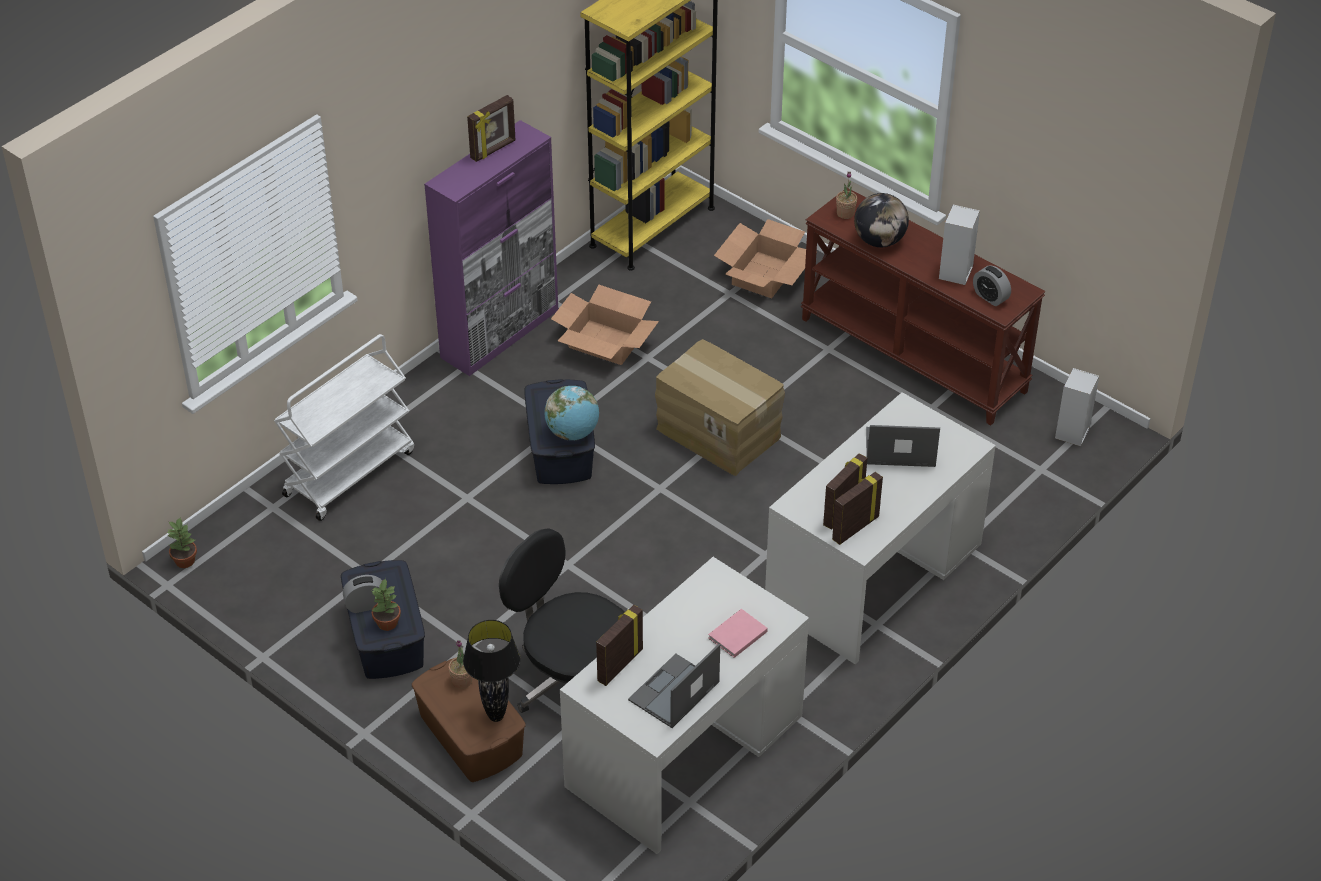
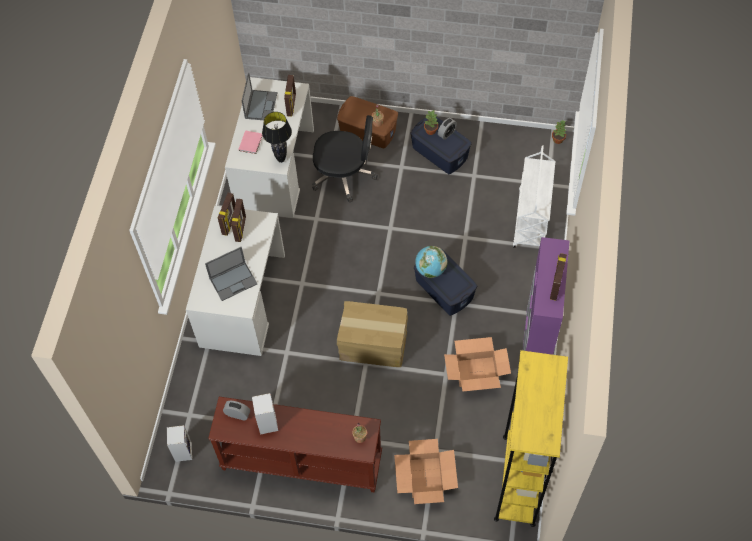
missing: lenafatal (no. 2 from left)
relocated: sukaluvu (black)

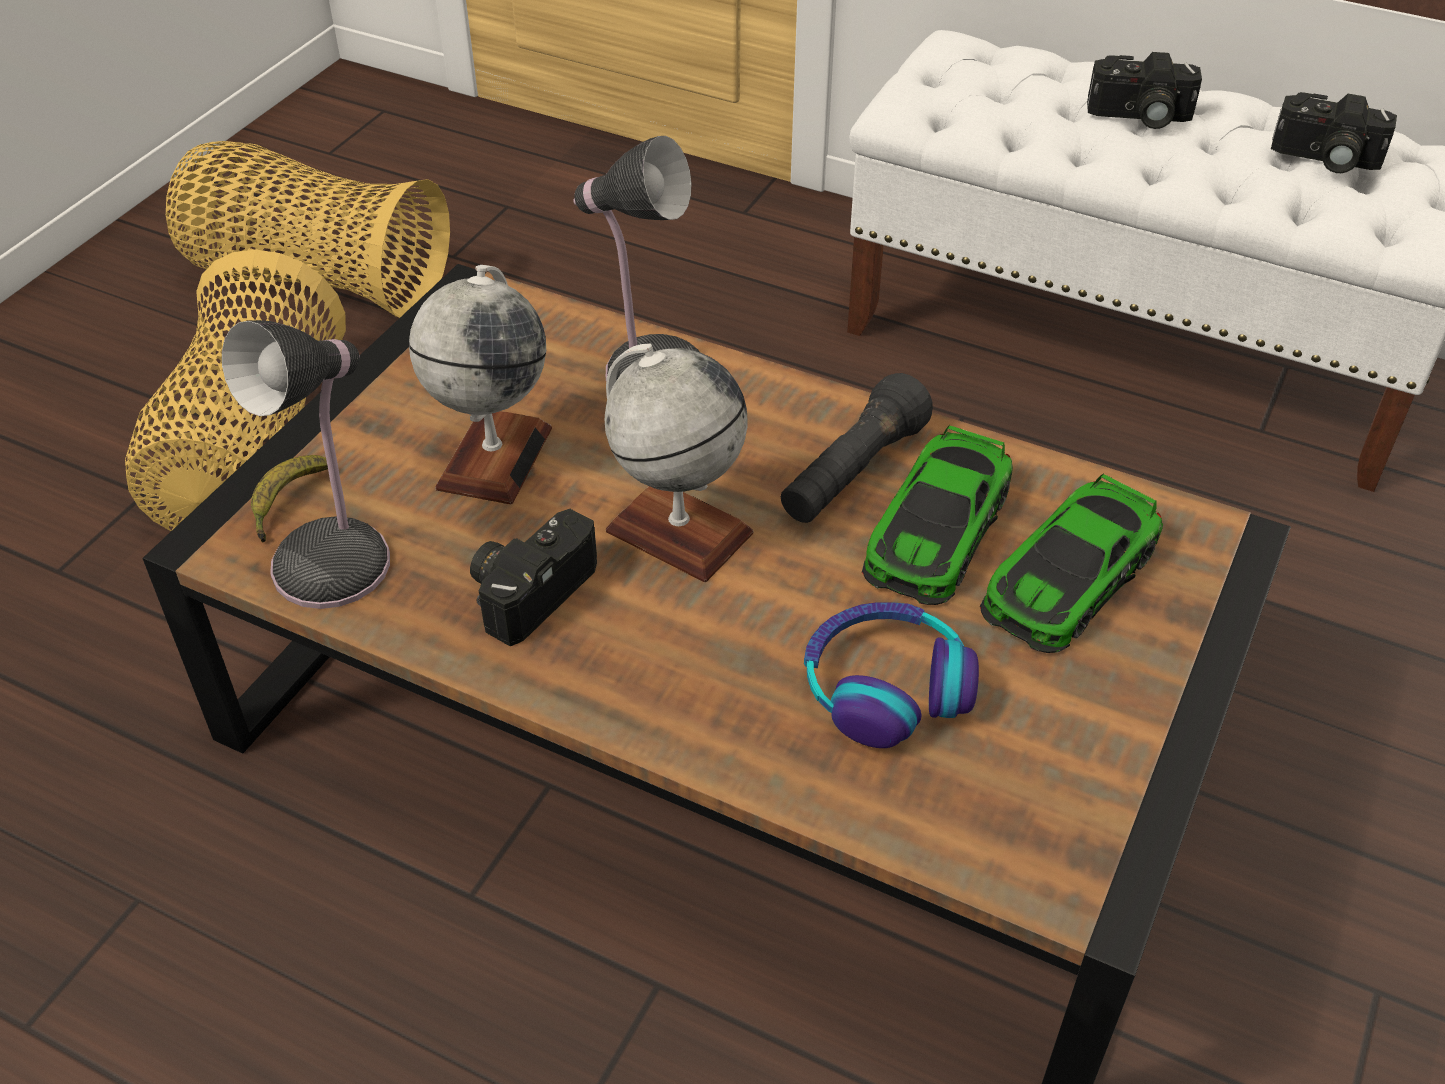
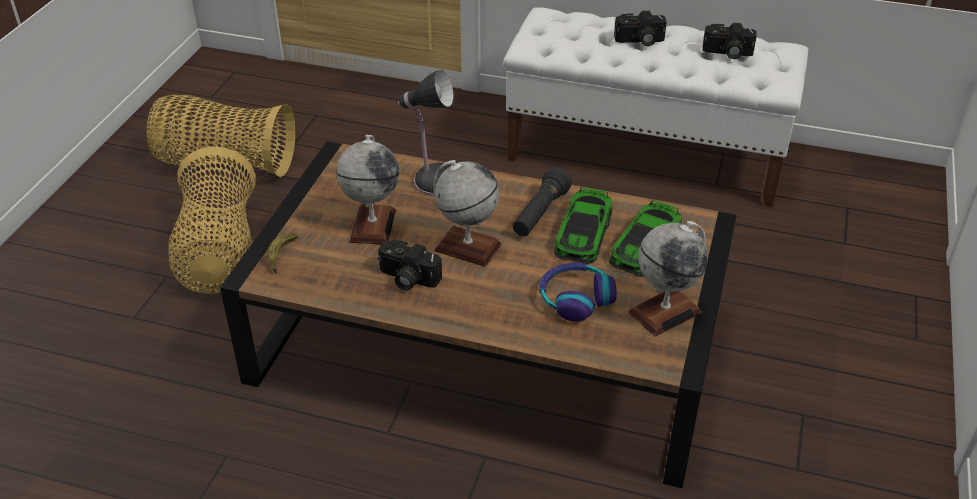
missing: sukaluvu (no. 1 from left)
appeared: lenafatal (no. 3 from left)
spun: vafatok (no. 1 from left) 90 degrees counterclockwise

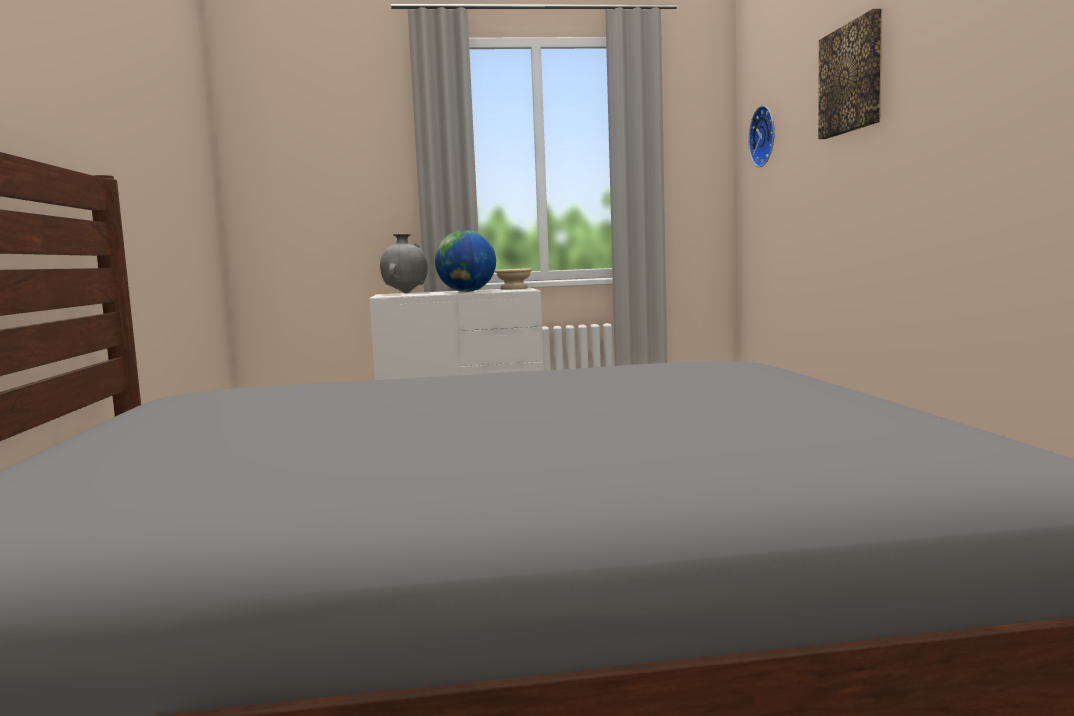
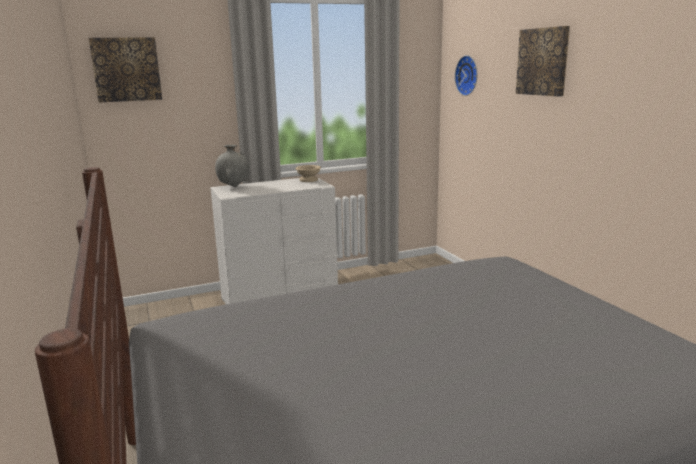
missing: lenafatal
appeared: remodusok (no. 1 from left)

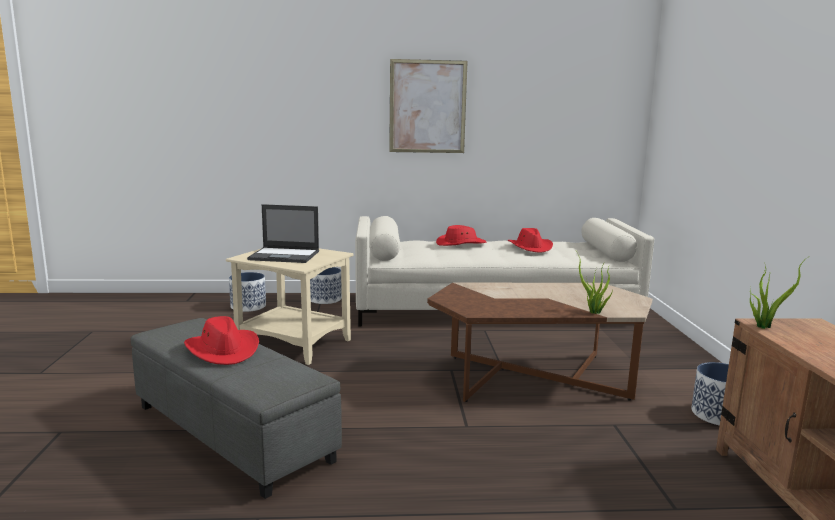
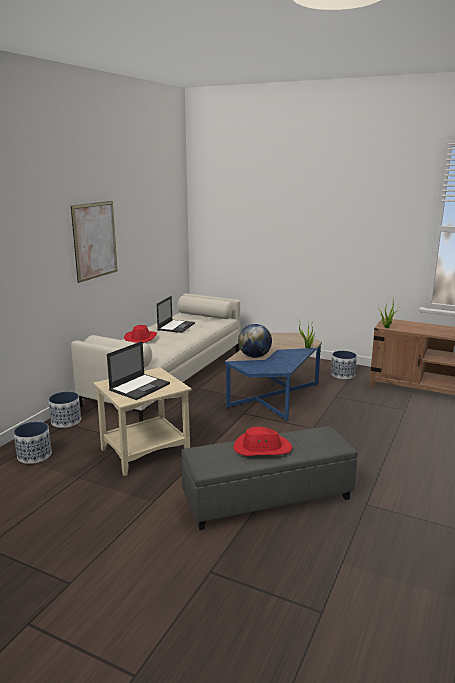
appeared: lenafatal
exchanged: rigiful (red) (no. 3 from left) to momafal (no. 2 from left)
colour: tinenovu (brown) to tinenovu (blue)

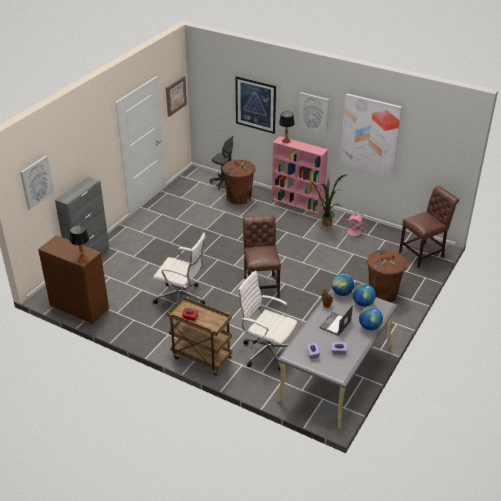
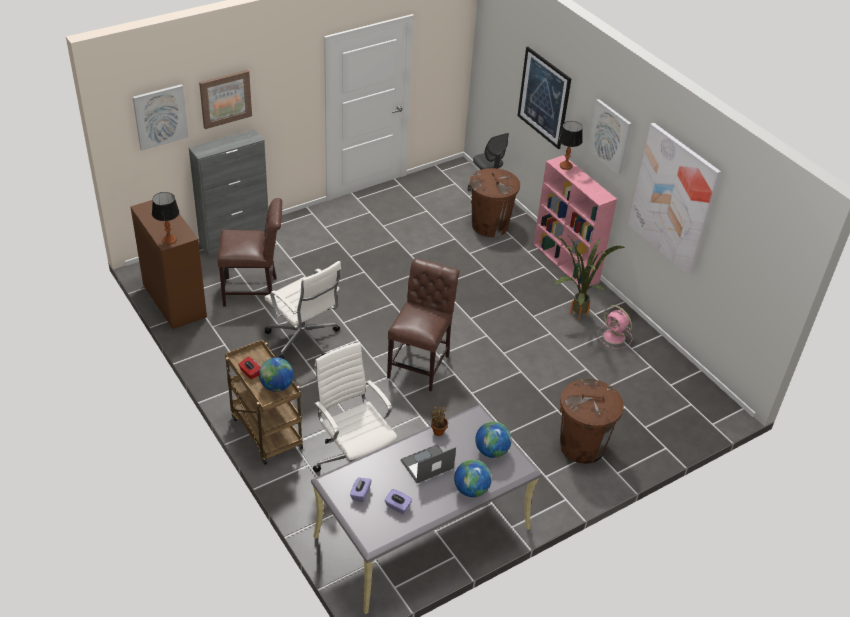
relocated: remodusok (no. 2 from left); lenafatal (no. 1 from left); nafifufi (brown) (no. 2 from left in the first image) to nafifufi (brown) (no. 1 from left)

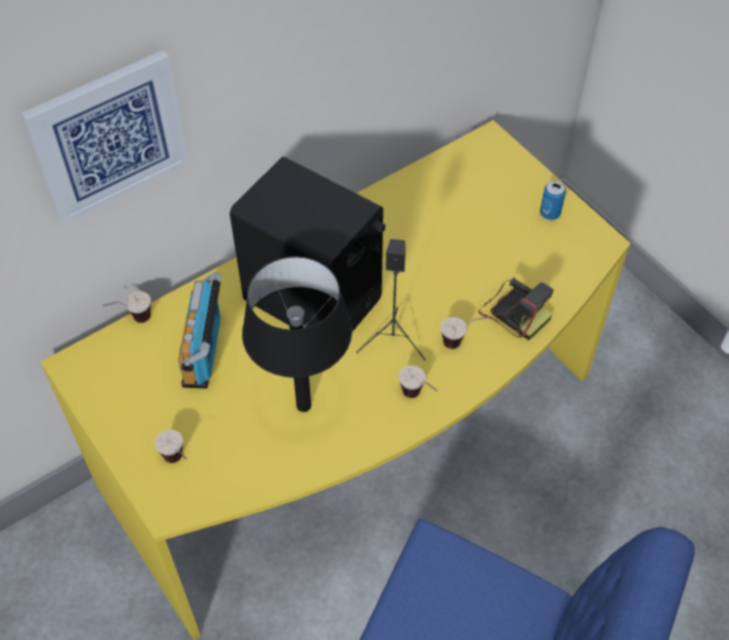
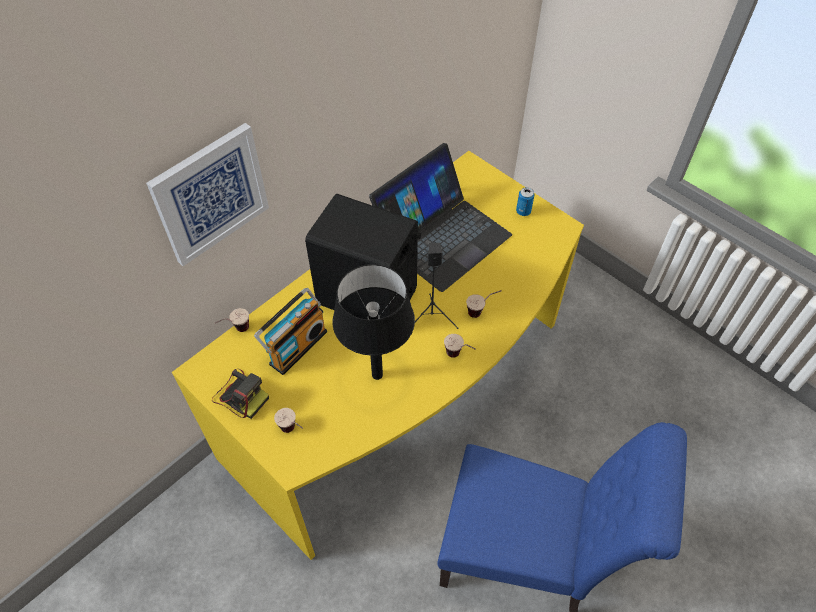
appeared: momafal
relocated: vafatok
spun: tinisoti 135 degrees counterclockwise

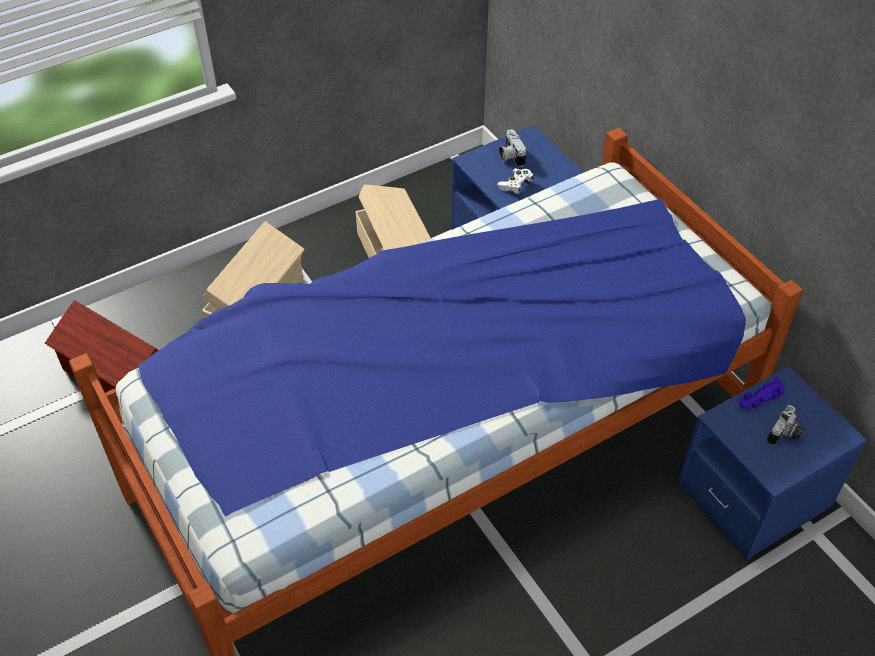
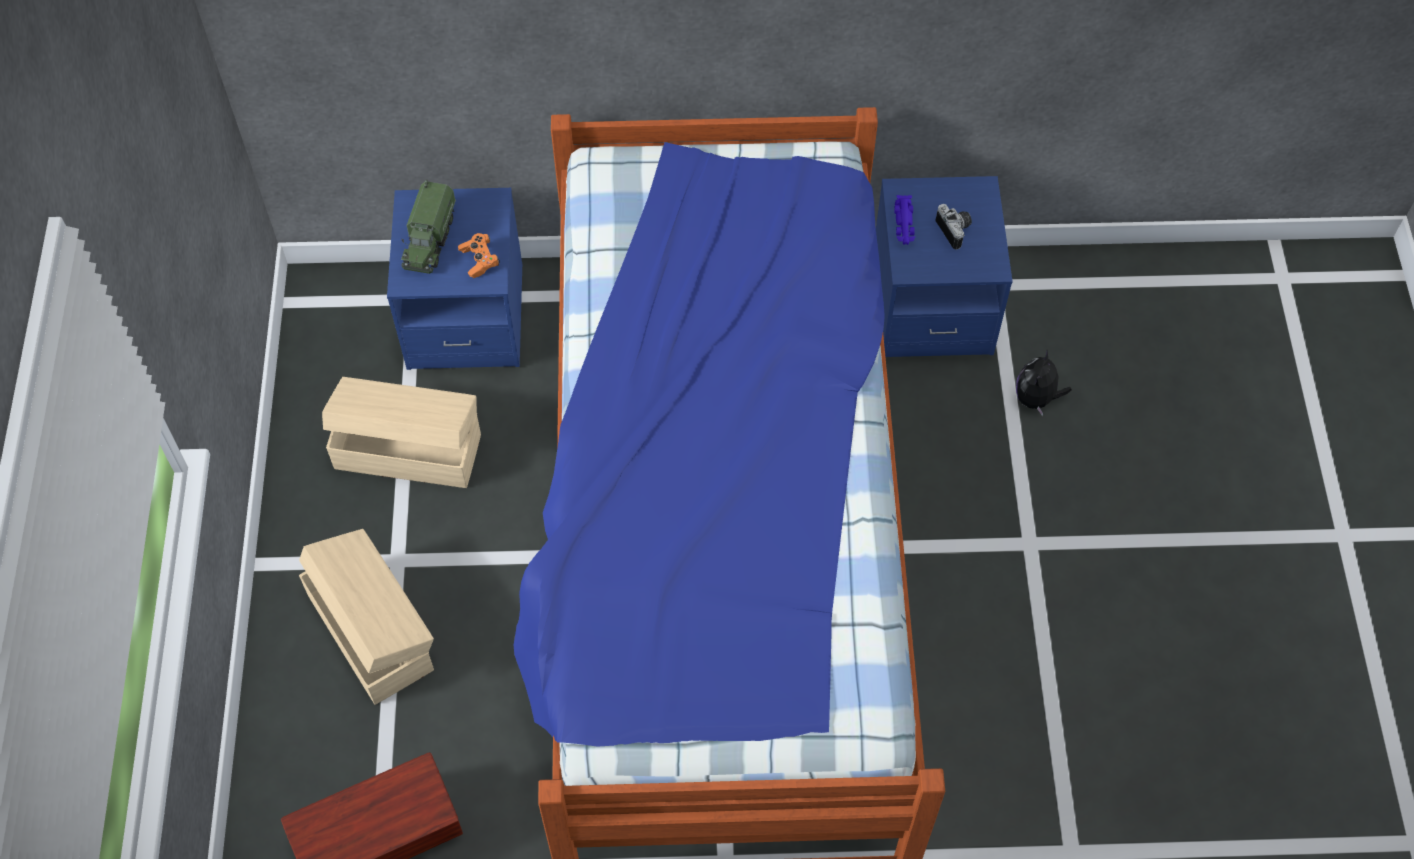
appeared: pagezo
exchanged: vafatok (no. 1 from left) to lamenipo
colour: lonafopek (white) to lonafopek (orange)

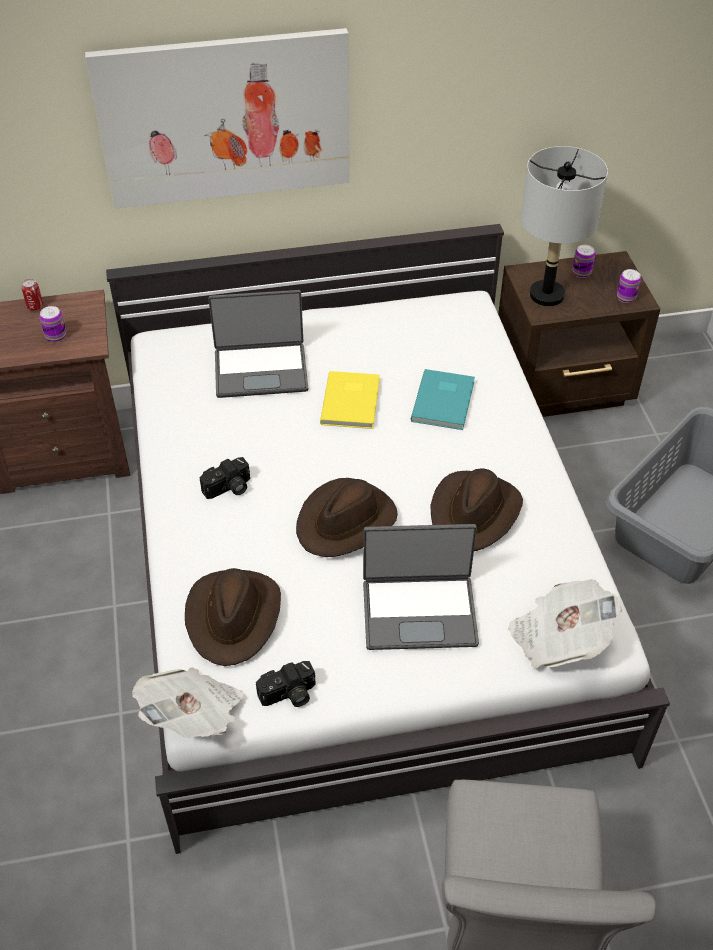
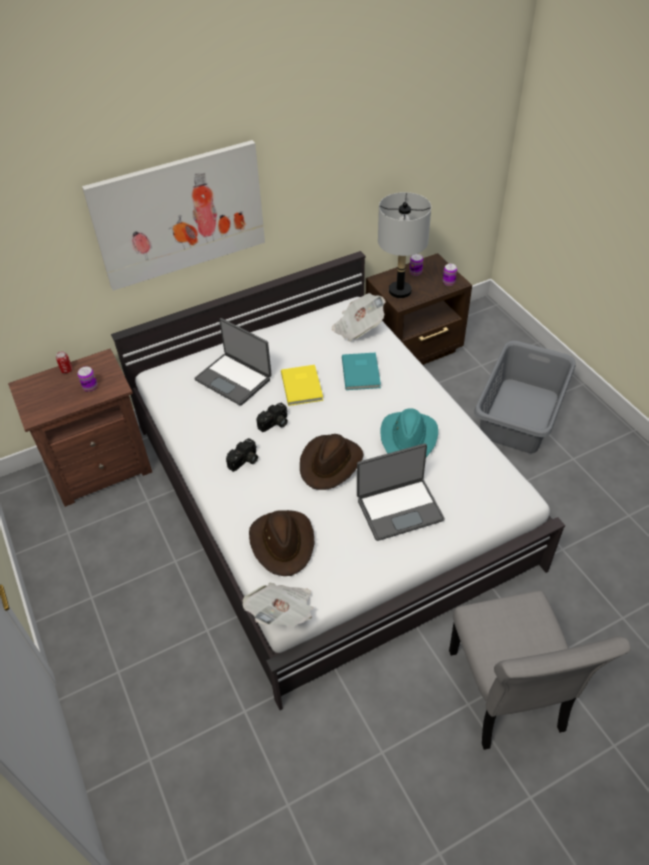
relocated: vafatok (no. 2 from left); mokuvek (no. 2 from left)
colour: rigiful (brown) (no. 3 from left) to rigiful (turquoise)
spun: momafal (no. 1 from left) 60 degrees clockwise

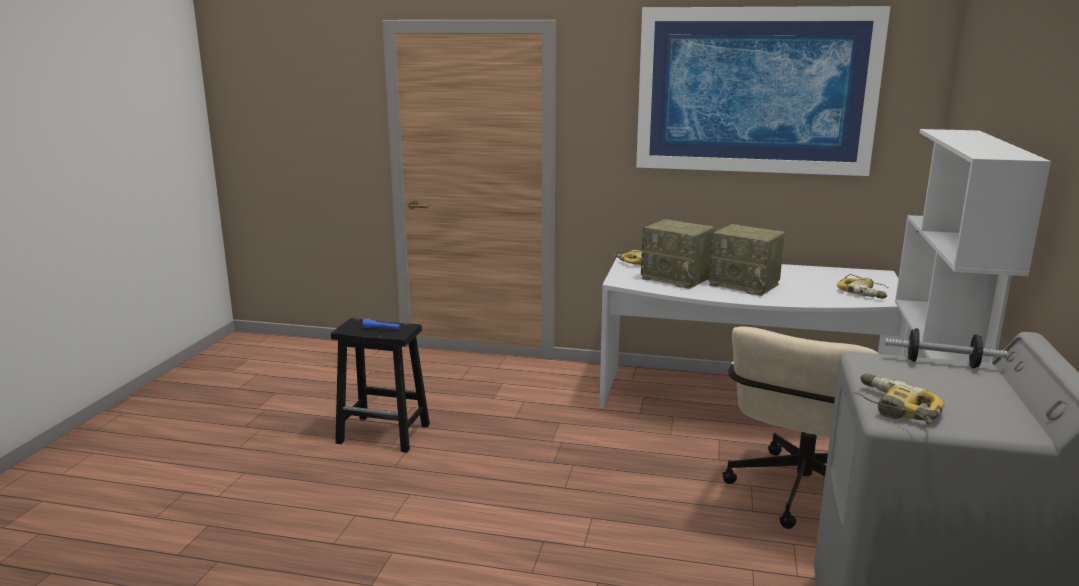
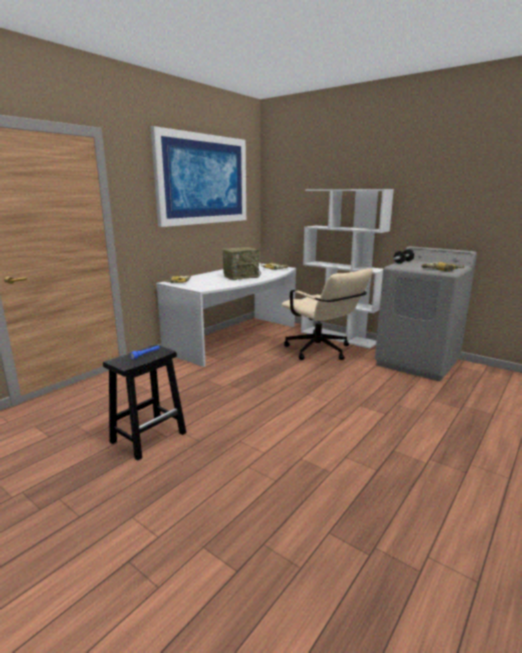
missing: tinisoti (no. 1 from left)

